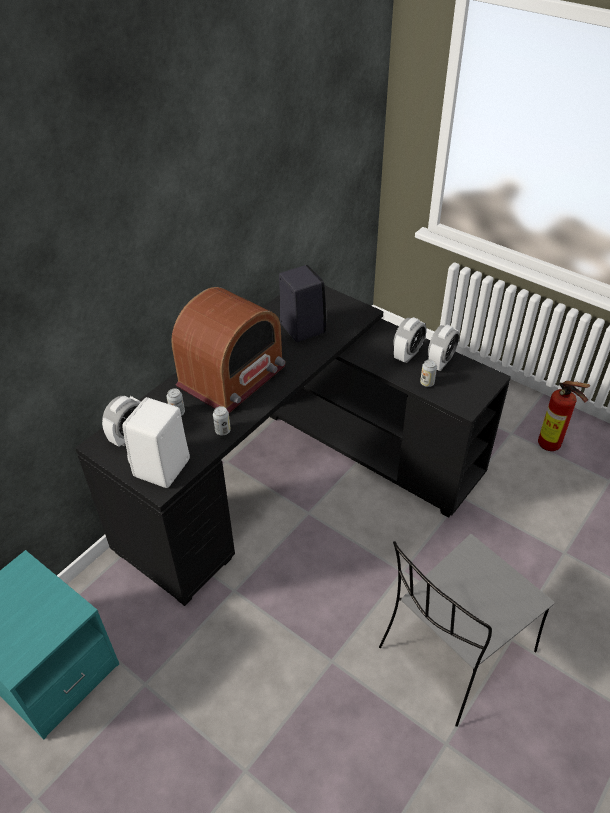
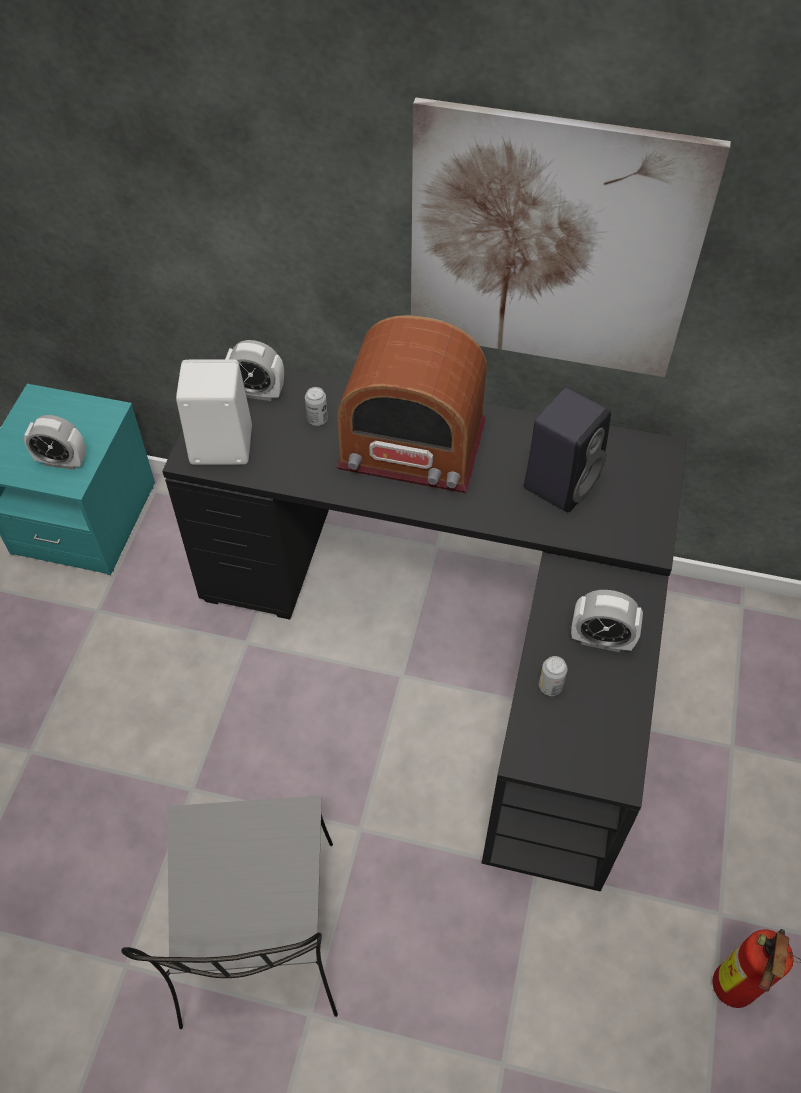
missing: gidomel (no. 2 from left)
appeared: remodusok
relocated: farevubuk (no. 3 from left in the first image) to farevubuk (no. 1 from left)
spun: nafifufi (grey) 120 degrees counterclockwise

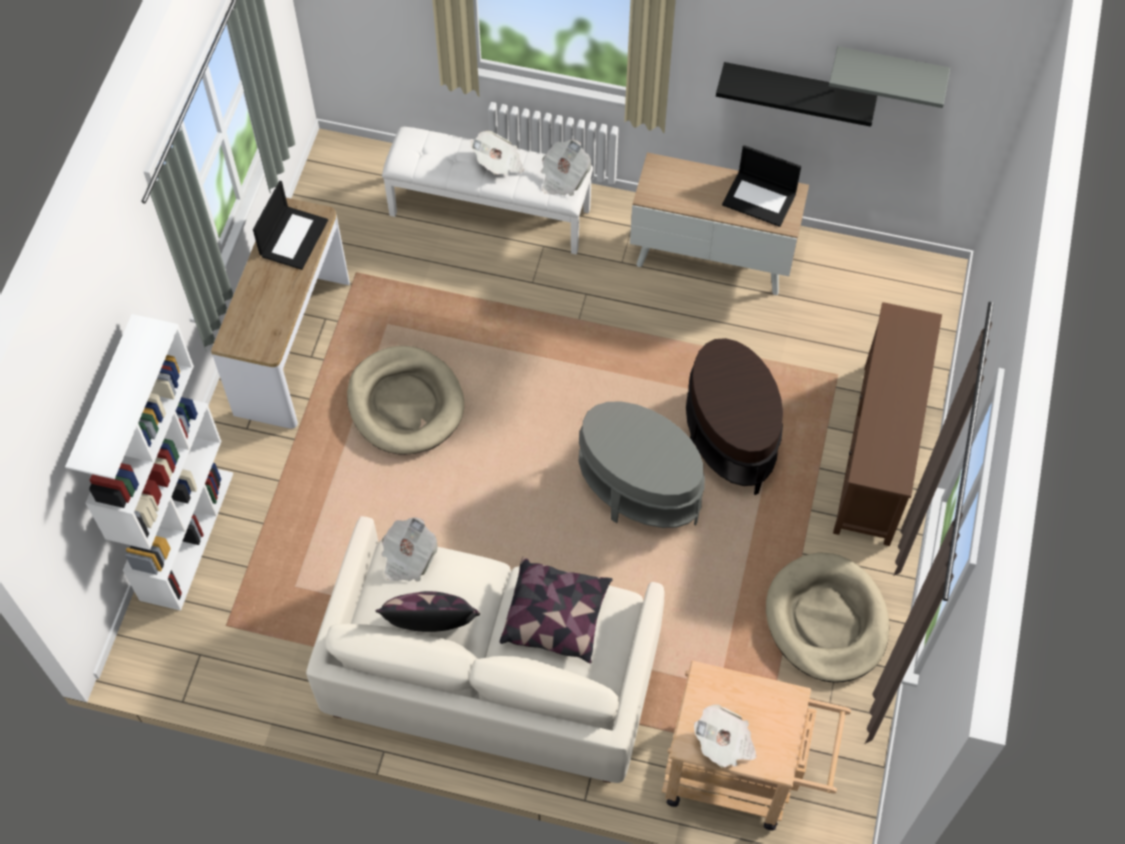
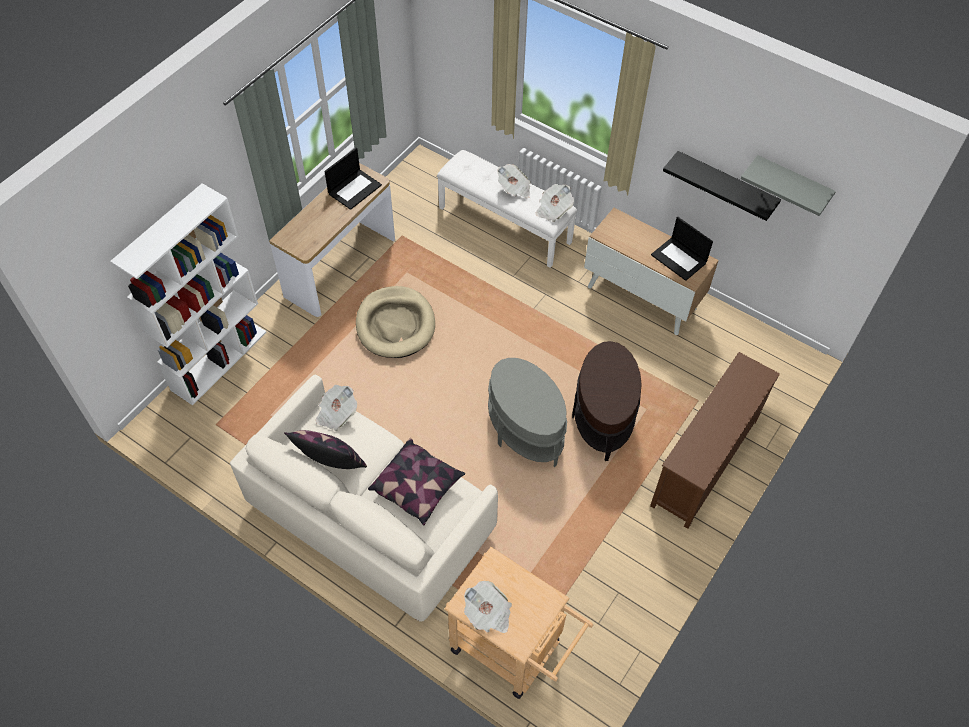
missing: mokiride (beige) (no. 2 from left)

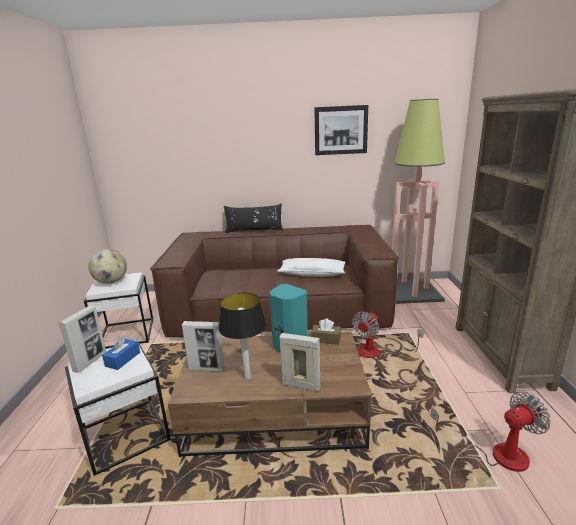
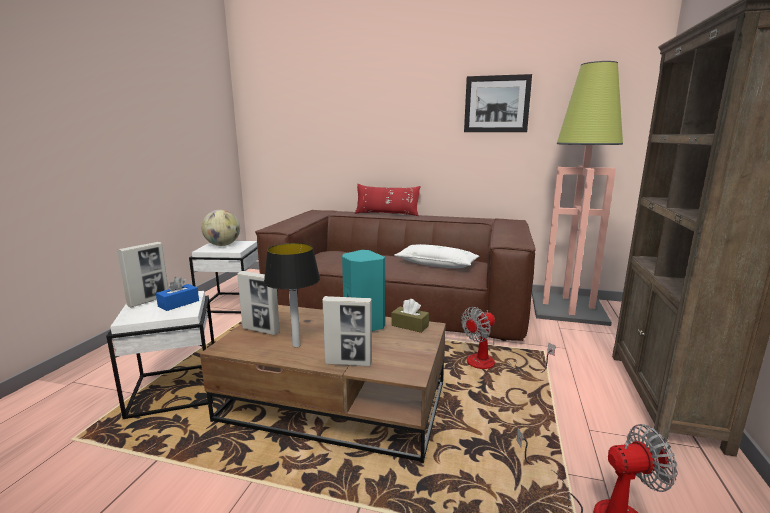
colour: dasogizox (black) to dasogizox (red)
spun: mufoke (no. 3 from left) 150 degrees clockwise

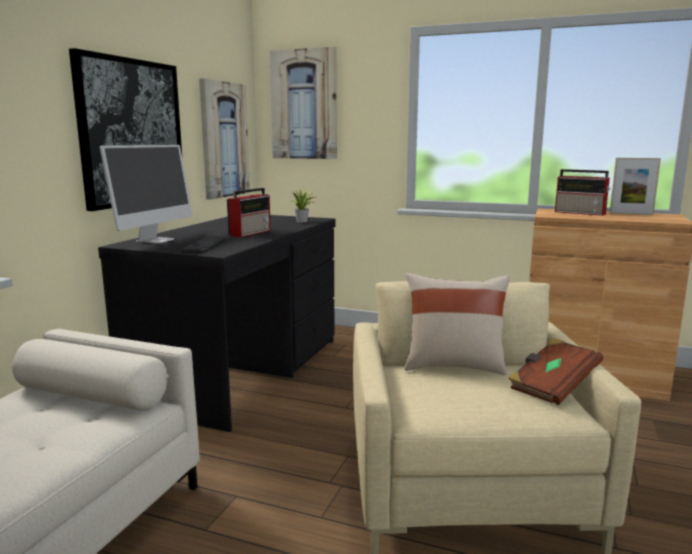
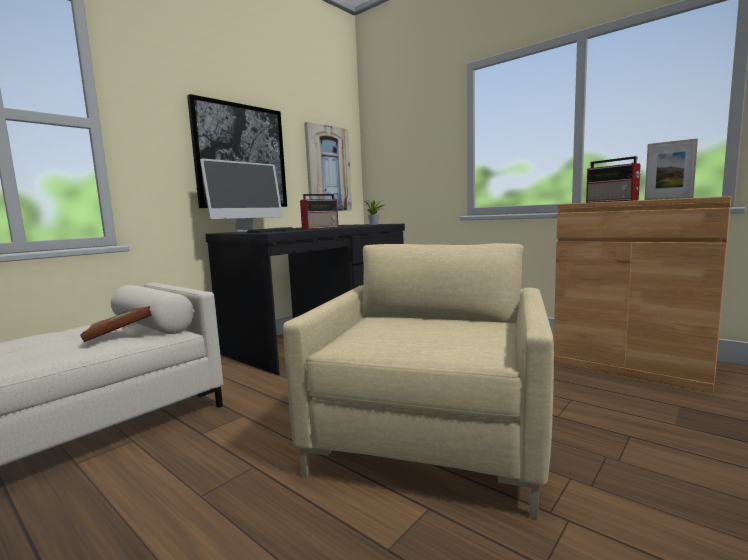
missing: remodusok (no. 3 from left); dasogizox (beige)
relocated: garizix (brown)

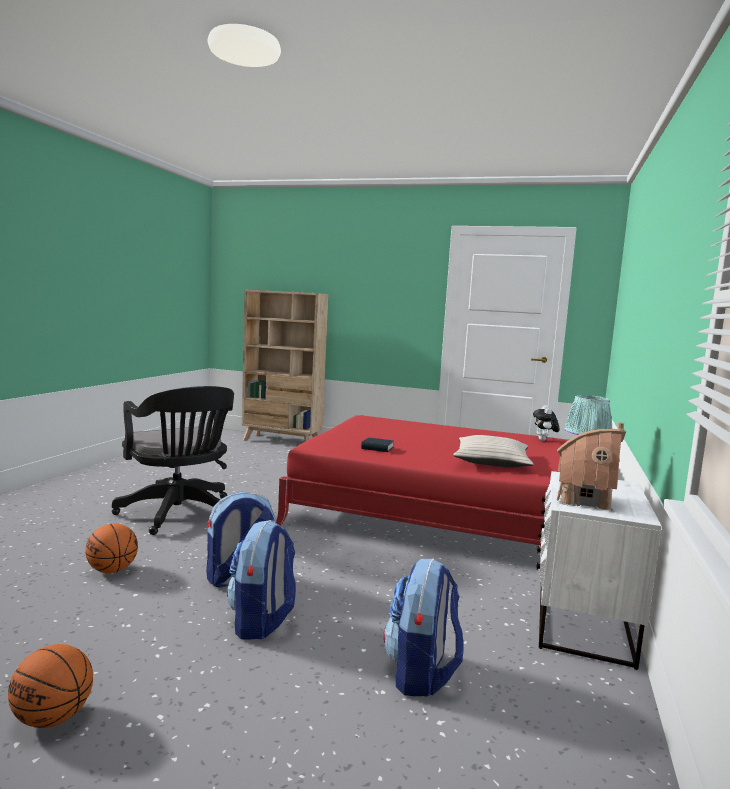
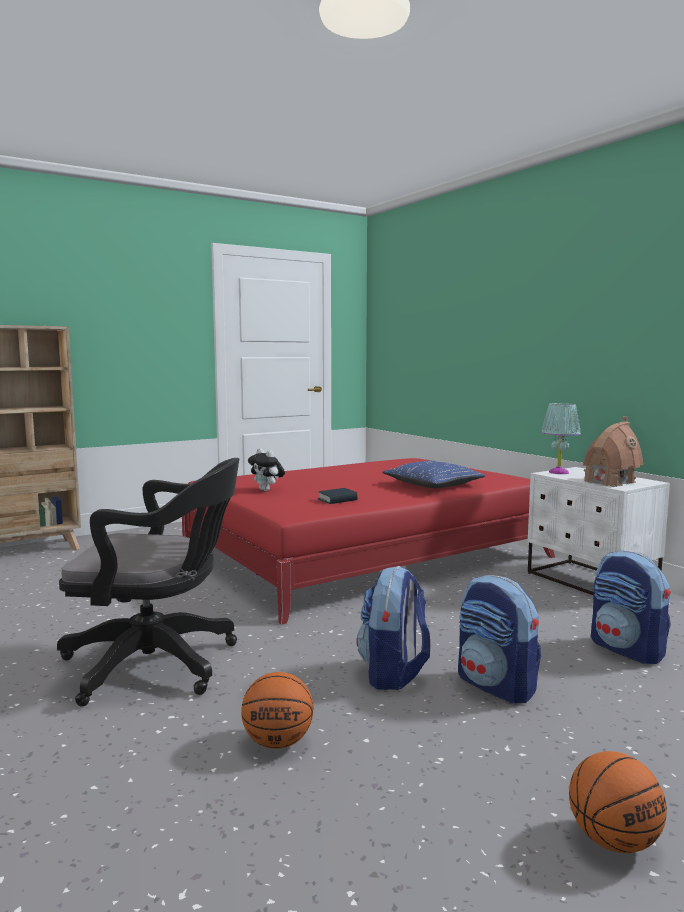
relocated: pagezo
colour: dasogizox (beige) to dasogizox (blue)

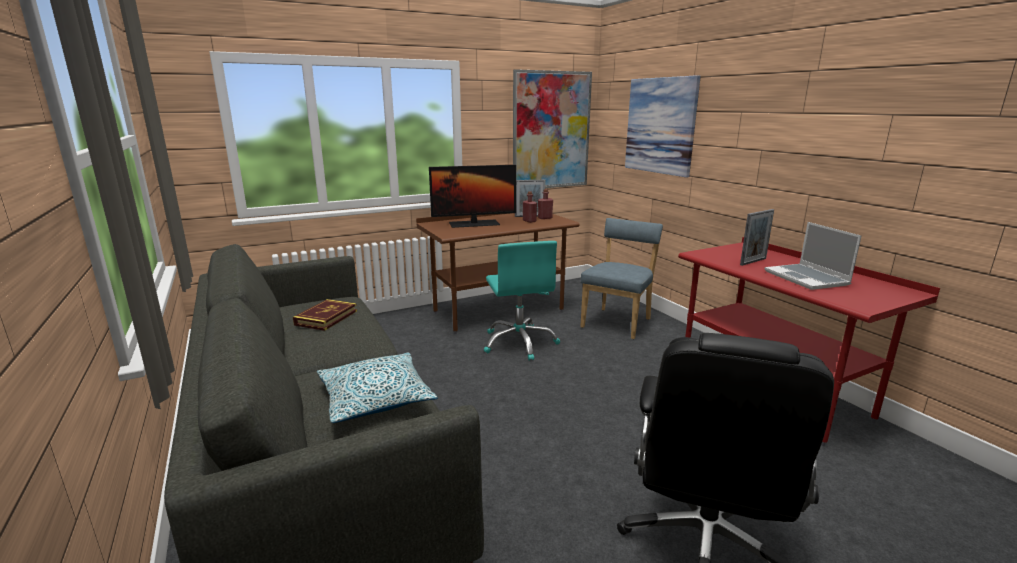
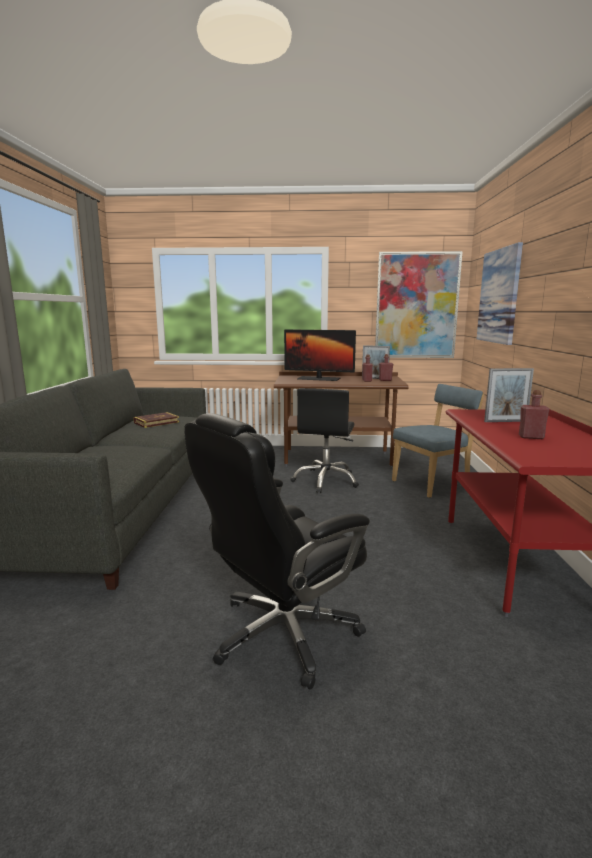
missing: dasogizox
exchanged: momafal to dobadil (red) (no. 3 from left)
colour: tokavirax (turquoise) to tokavirax (black) (no. 2 from left)

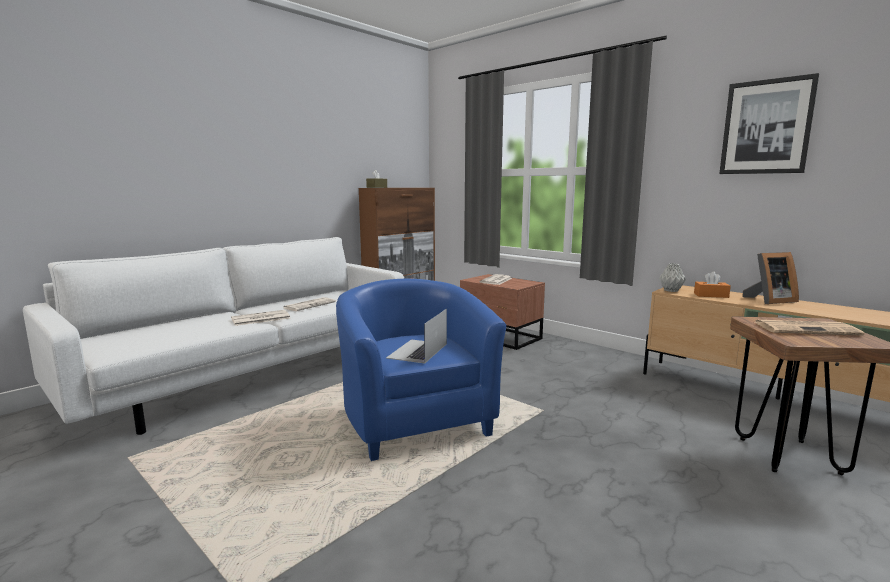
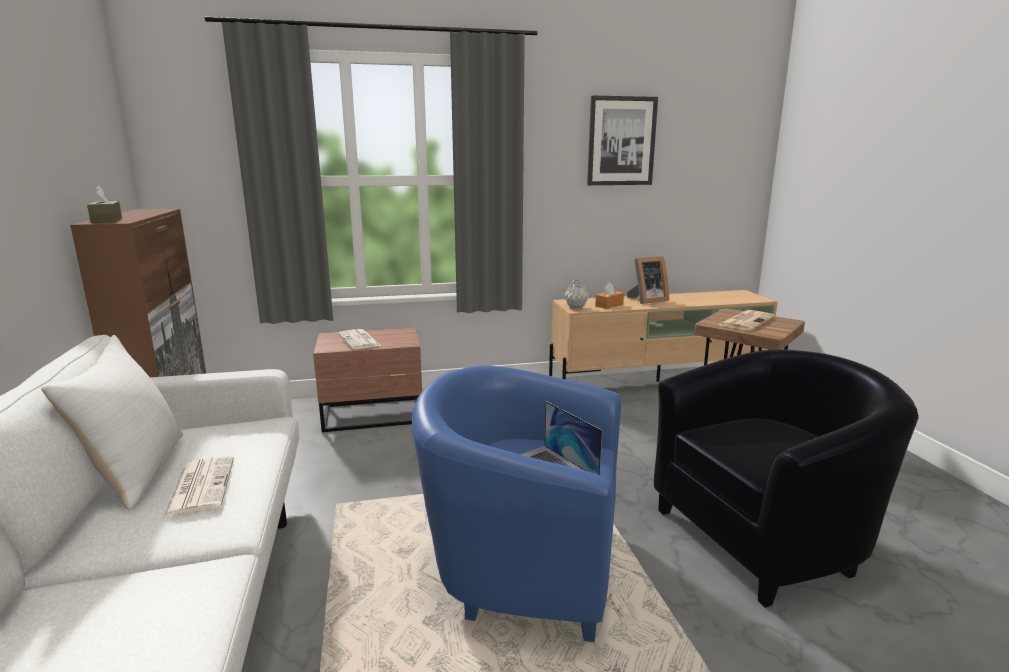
missing: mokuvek (no. 1 from left)
appeared: dasogizox (white); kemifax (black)
spun: mufoke 45 degrees clockwise

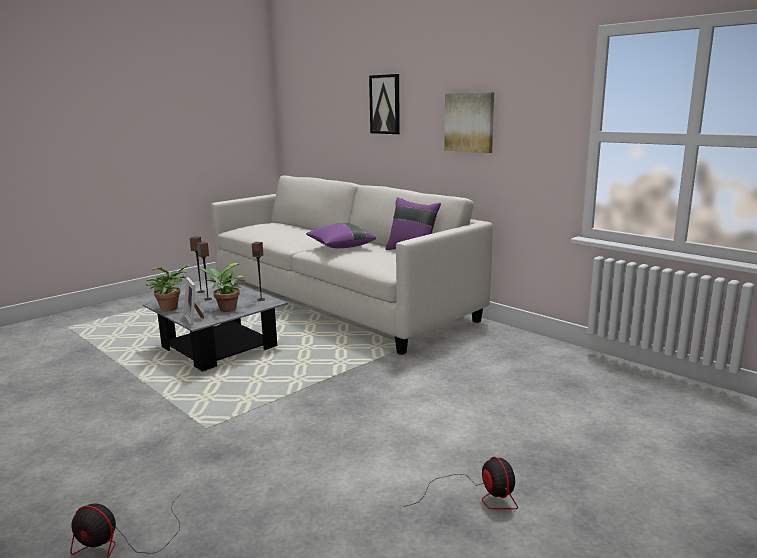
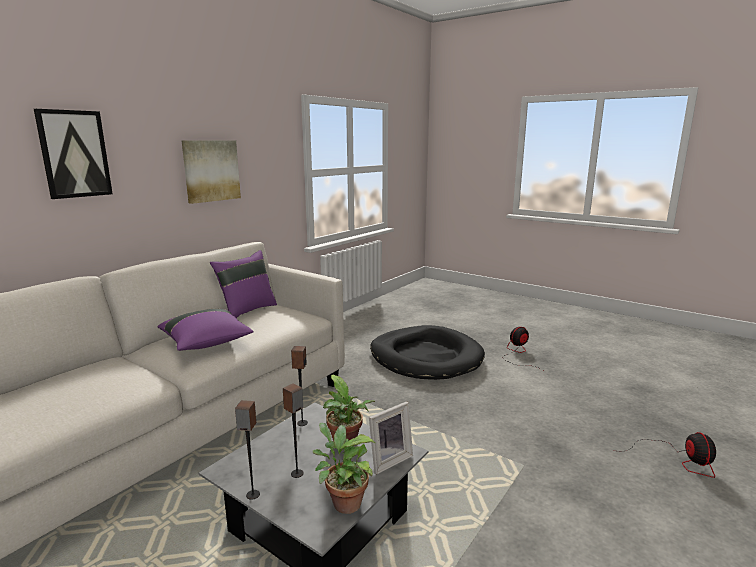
appeared: mokiride (black)

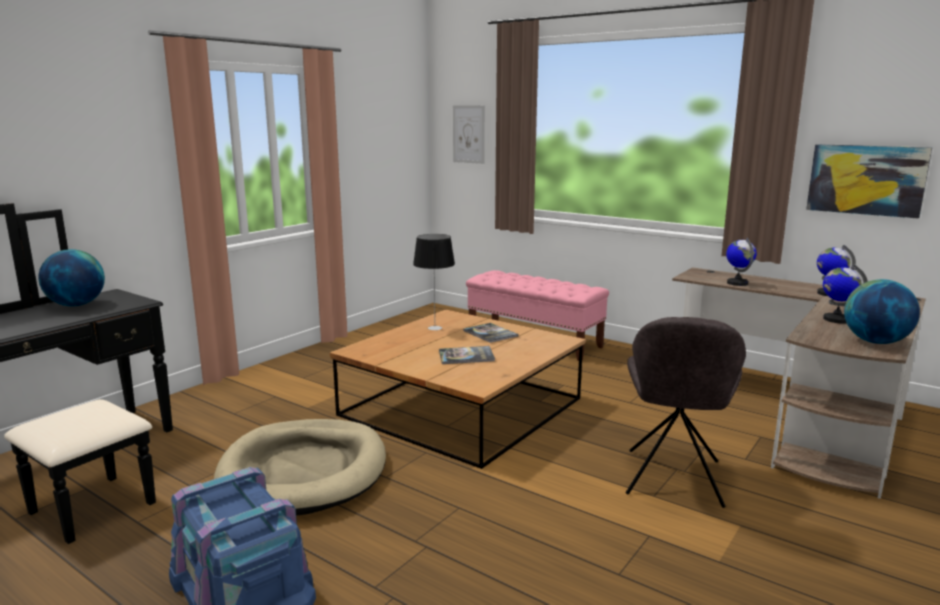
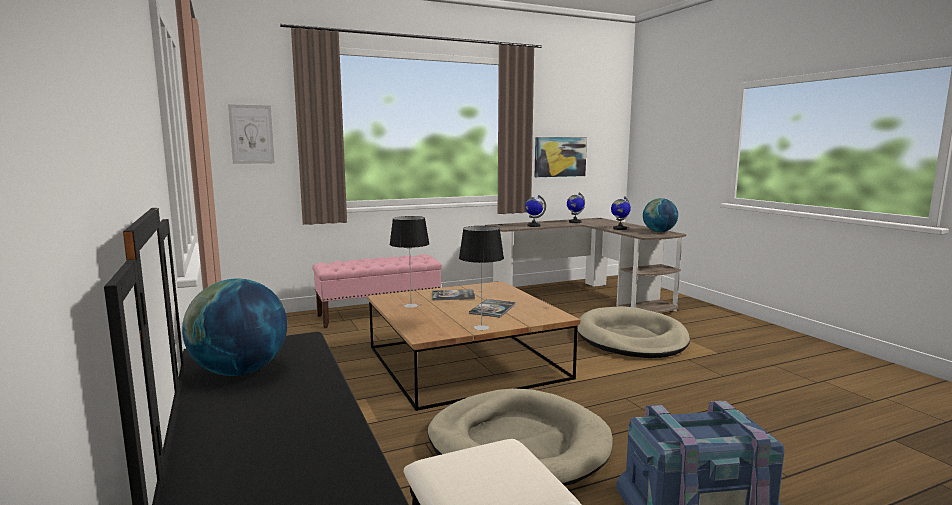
appeared: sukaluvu (no. 2 from left)
exchanged: nafifufi (grey) to mokiride (beige) (no. 2 from left)

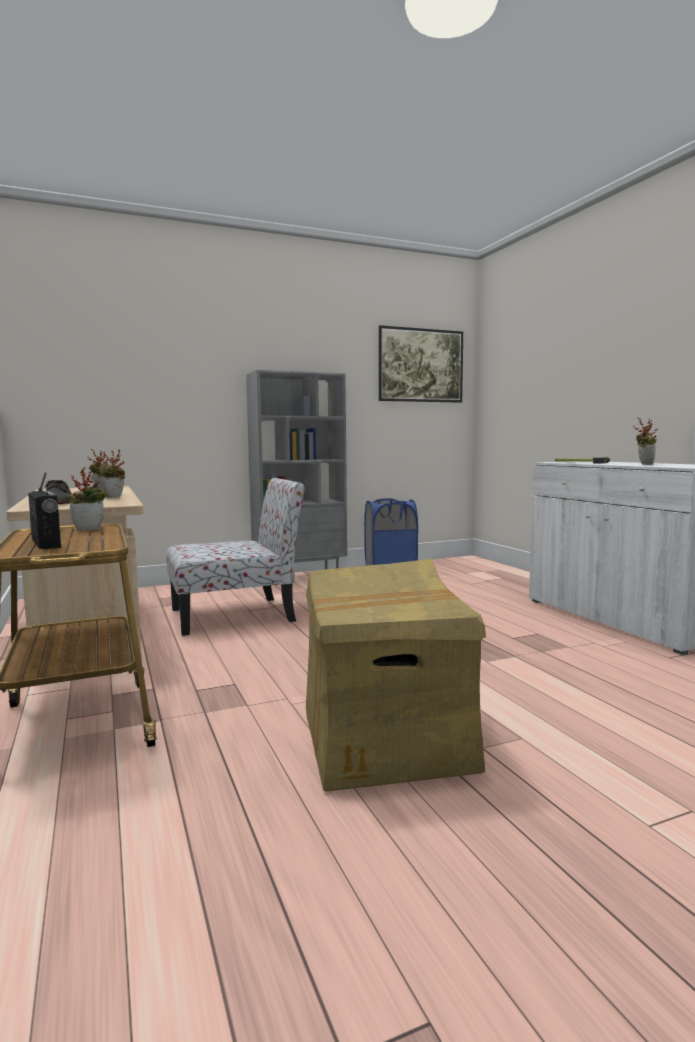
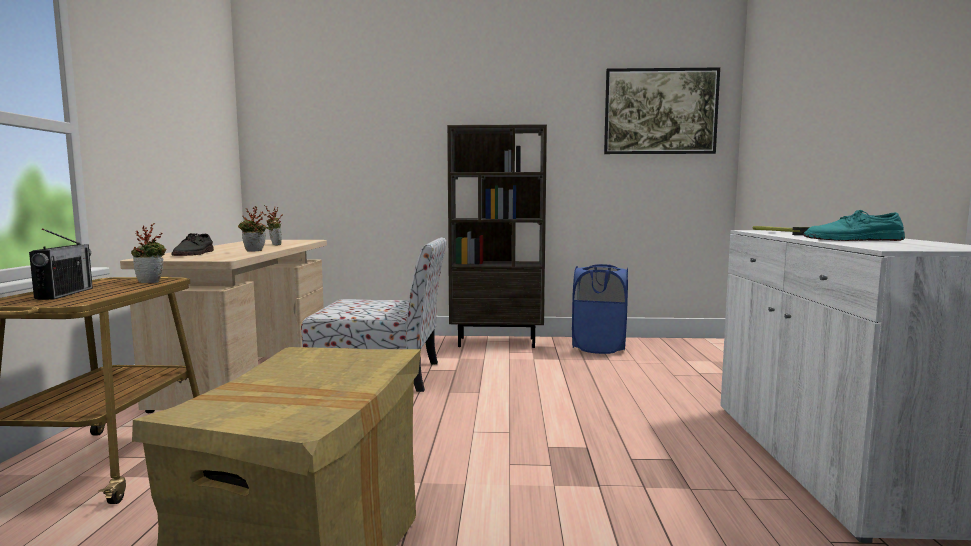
exchanged: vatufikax (no. 4 from left) to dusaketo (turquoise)
colour: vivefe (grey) to vivefe (brown)

